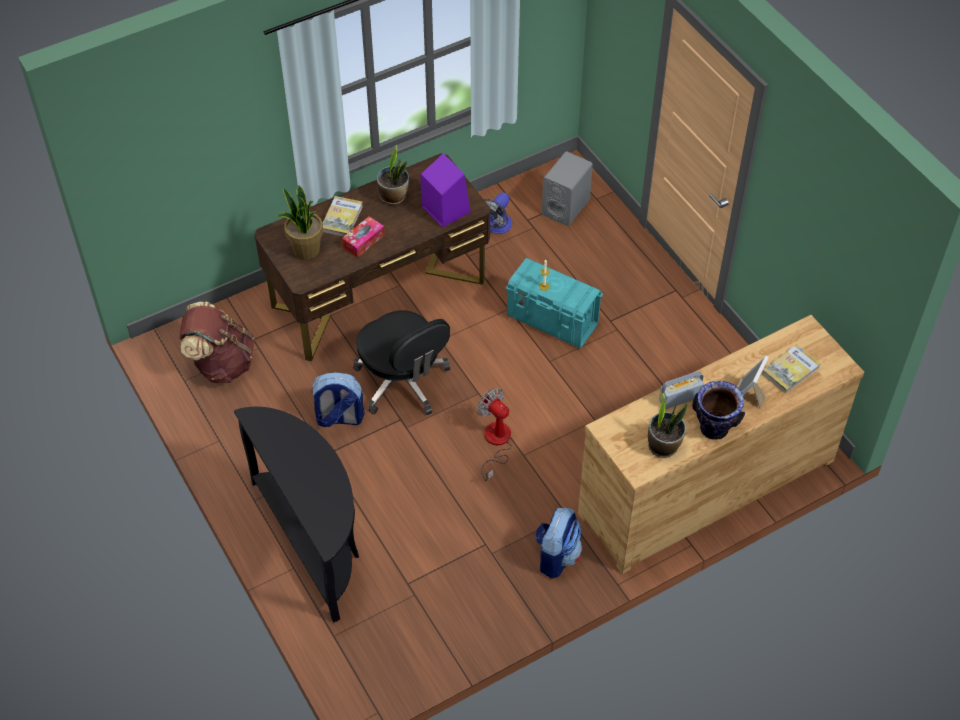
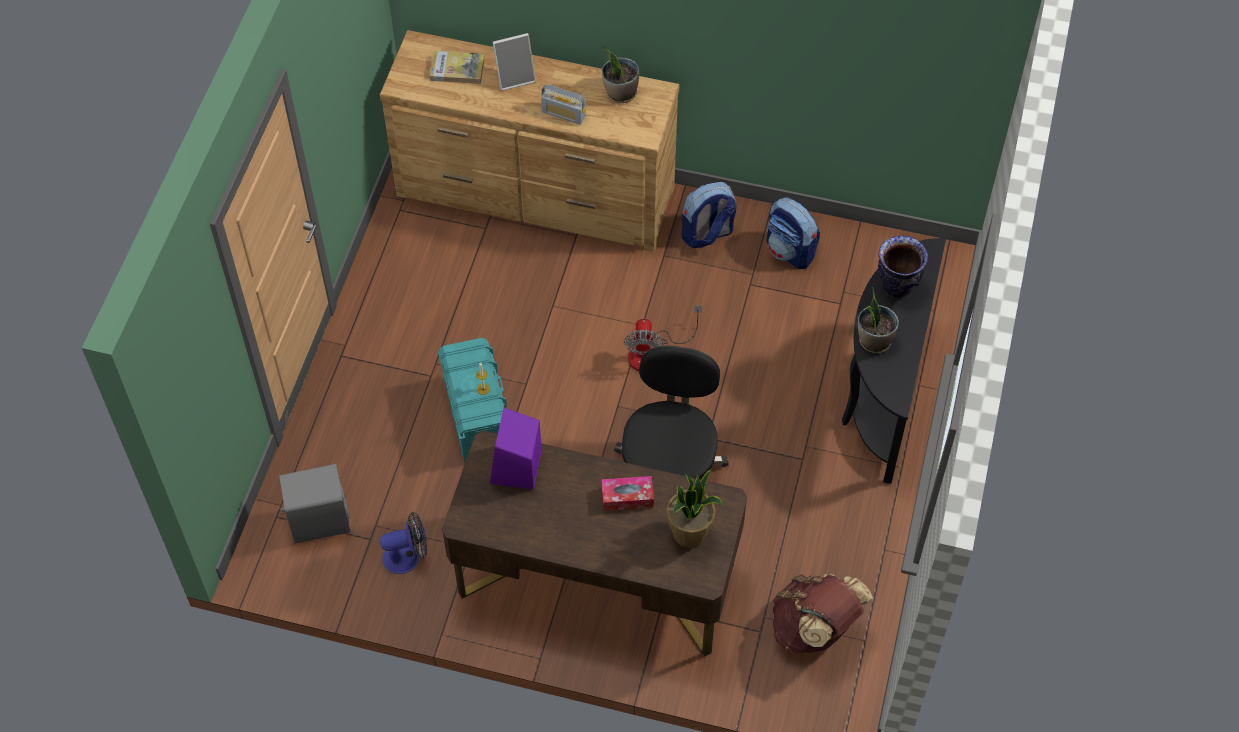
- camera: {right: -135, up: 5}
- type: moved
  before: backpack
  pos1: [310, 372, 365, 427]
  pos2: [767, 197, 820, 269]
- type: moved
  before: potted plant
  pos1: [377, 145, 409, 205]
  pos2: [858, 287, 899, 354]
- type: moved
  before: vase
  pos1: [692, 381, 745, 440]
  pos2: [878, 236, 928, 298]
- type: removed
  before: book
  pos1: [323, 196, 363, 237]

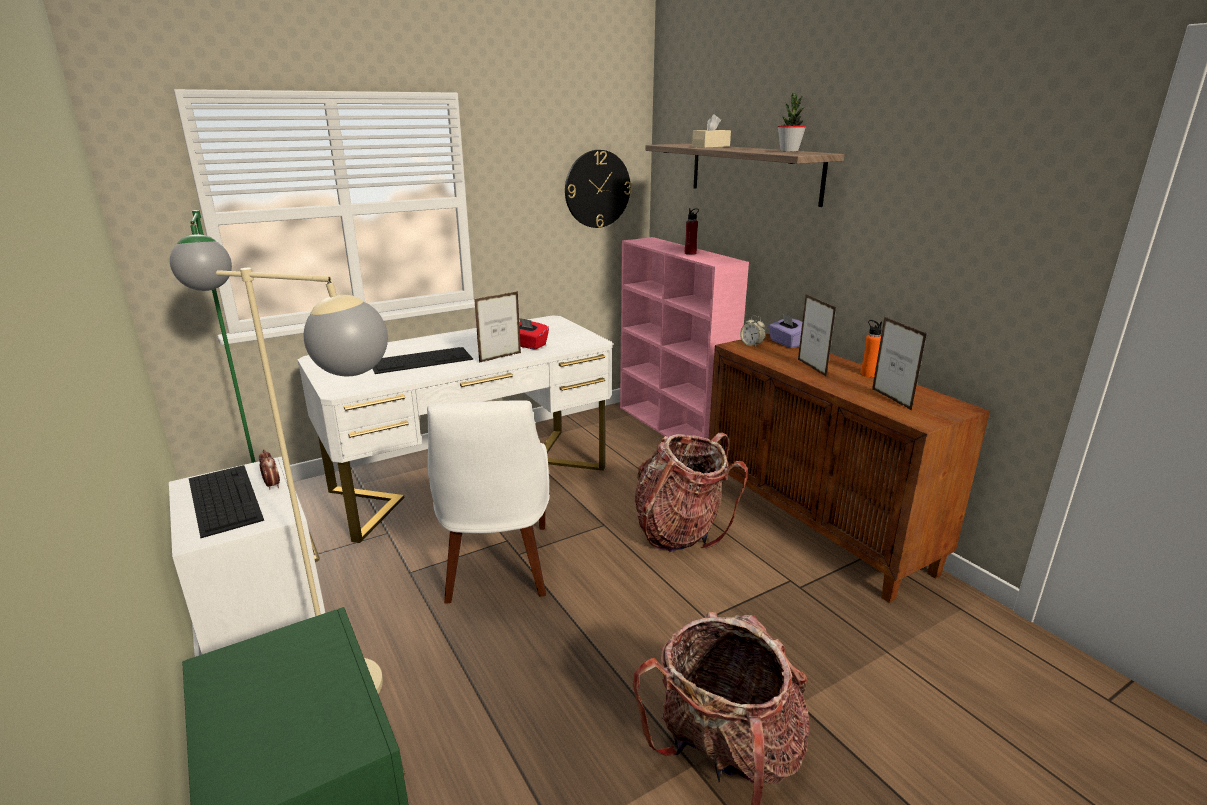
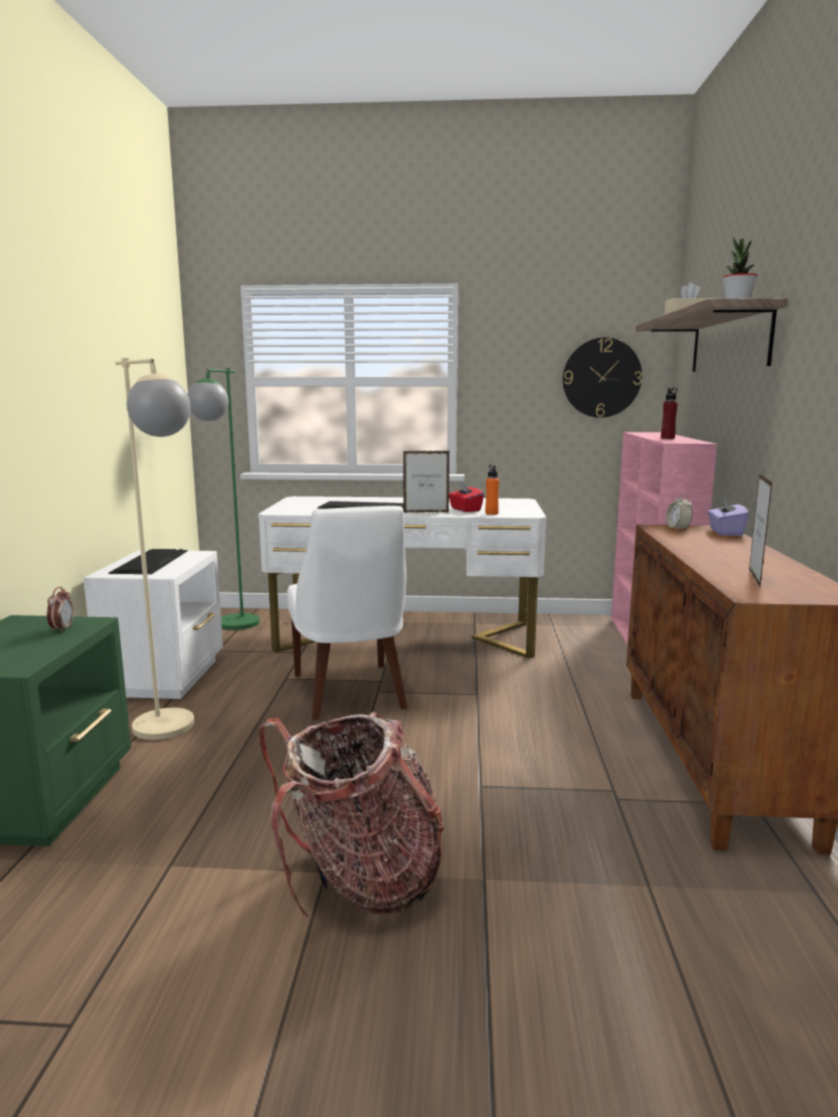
- camera: {right: 35, up: -10}
- type: moved
  before: alarm clock
  pos1: [259, 449, 280, 490]
  pos2: [47, 587, 73, 633]
- type: turned
  before: white chair
  pos1: [427, 400, 550, 603]
  pos2: [287, 506, 407, 720]
  turn: -45
- type: moved
  before: orange bottle
  pos1: [861, 320, 882, 377]
  pos2: [485, 465, 499, 515]
- type: removed
  before: backpack
  pos1: [635, 433, 748, 552]
- type: removed
  before: picture frame
  pos1: [798, 294, 836, 376]

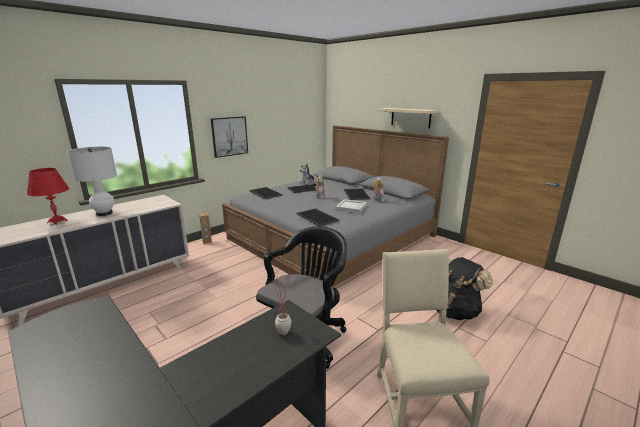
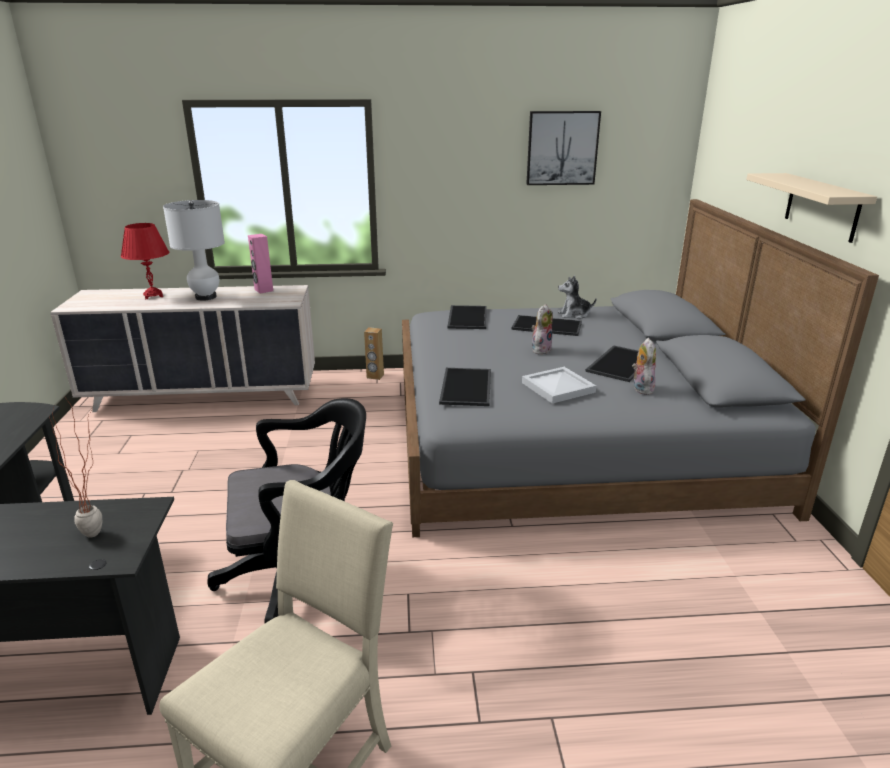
- camera: {right: 40, up: 5}
- type: added
  after: pink speaker
  pos2: [248, 234, 273, 293]
- type: moved
  before: picture
  pos1: [211, 116, 248, 158]
  pos2: [526, 111, 601, 185]
- type: removed
  before: black backpack
  pos1: [436, 257, 493, 320]

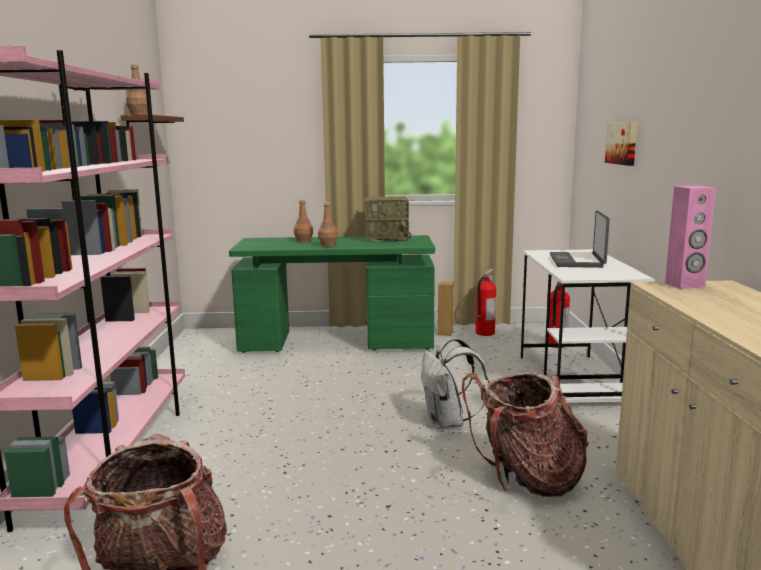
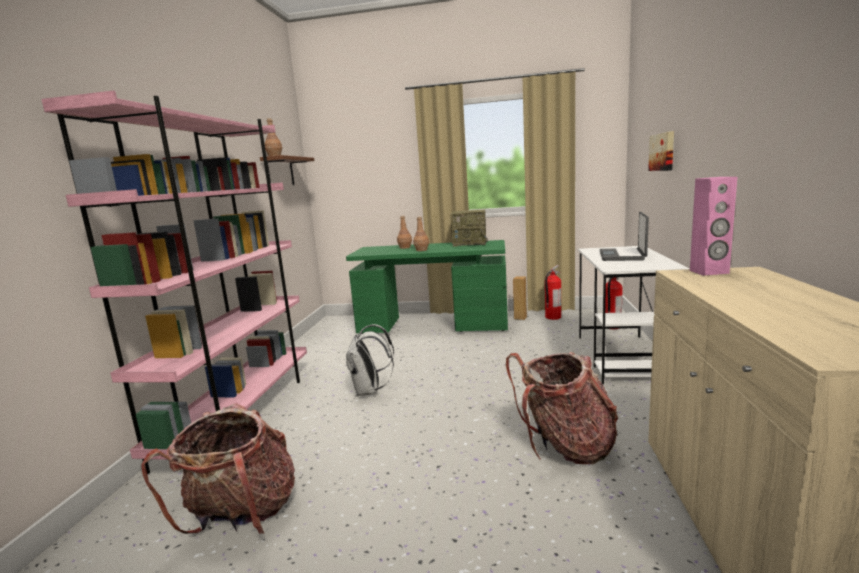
- camera: {right: 10, up: 0}
- type: moved
  before: white backpack
  pos1: [421, 338, 489, 429]
  pos2: [346, 324, 394, 396]

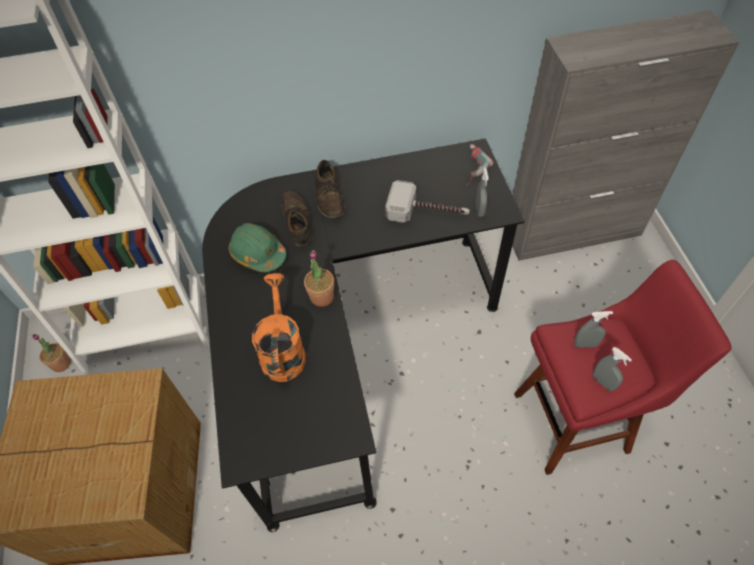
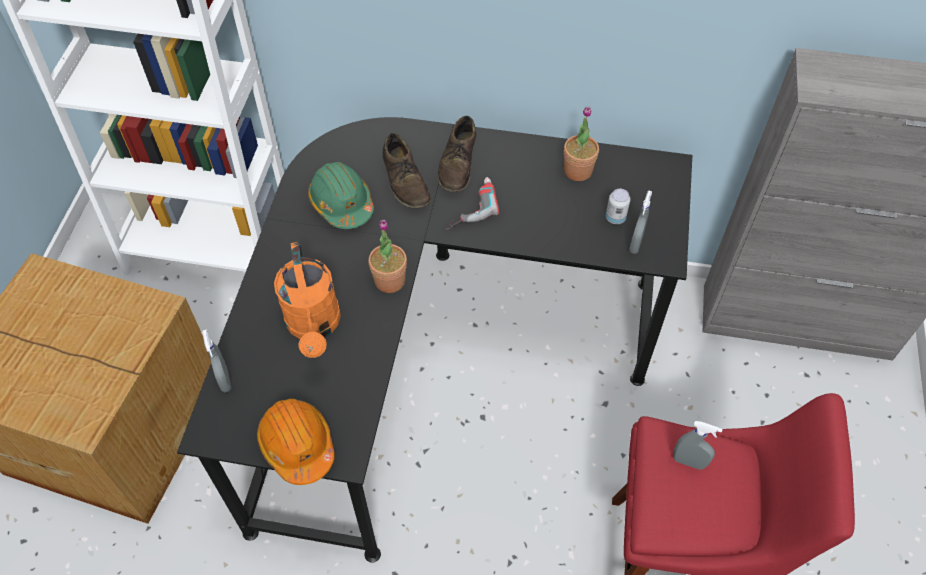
- camera: {right: 20, up: 0}
- type: moved
  before: grey spray bottle
  pos1: [593, 347, 632, 391]
  pos2: [202, 330, 231, 392]
- type: added
  after: orange hard hat
  pos2: [257, 399, 335, 485]
- type: turned
  before: orange watering can
  pos1: [252, 273, 306, 382]
  pos2: [274, 242, 341, 358]
  turn: 150
- type: turned
  before: brown shoe
  pos1: [282, 191, 312, 247]
  pos2: [382, 133, 431, 209]
  turn: 150
- type: moved
  before: power drill
  pos1: [466, 144, 493, 185]
  pos2: [446, 177, 499, 230]
- type: moved
  before: potted plant
  pos1: [32, 334, 71, 372]
  pos2: [564, 106, 599, 181]
- type: added
  after: can
  pos2: [606, 189, 631, 224]
- type: removed
  before: hammer
  pos1: [385, 180, 470, 223]

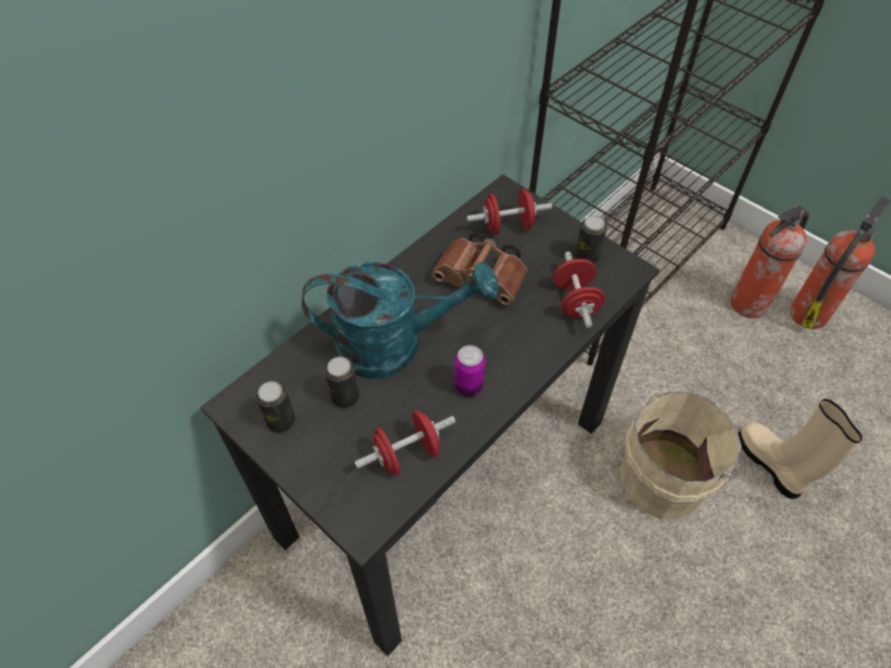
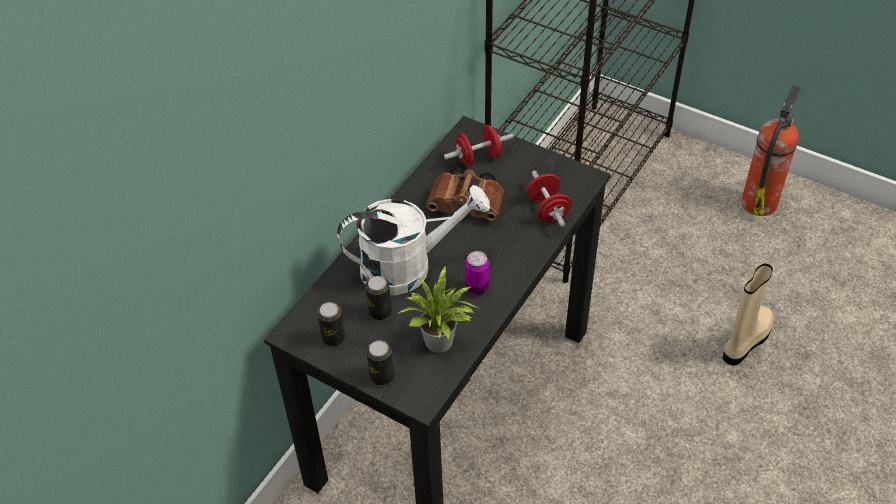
- camera: {right: -10, up: -5}
- type: recoloured
  before: turquoise watering can
  after: white watering can
  pos1: [302, 262, 499, 379]
  pos2: [337, 185, 490, 296]
- type: moved
  before: can
  pos1: [575, 216, 607, 264]
  pos2: [367, 340, 394, 386]
- type: replaced
  before: red dumbbell
  after: potted plant
  pos1: [354, 410, 456, 475]
  pos2: [397, 265, 481, 353]
- type: turned
  before: beige boot
  pos1: [738, 399, 862, 499]
  pos2: [723, 263, 774, 366]
  turn: 75
- type: removed
  before: beige bucket
  pos1: [619, 391, 743, 520]
- type: removed
  before: fire extinguisher
  pos1: [730, 205, 809, 318]

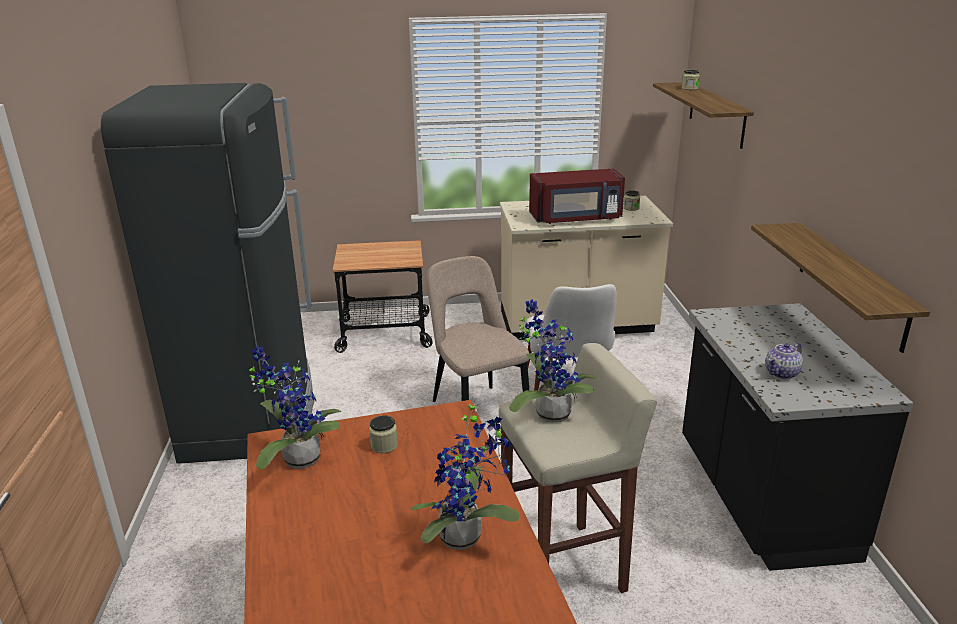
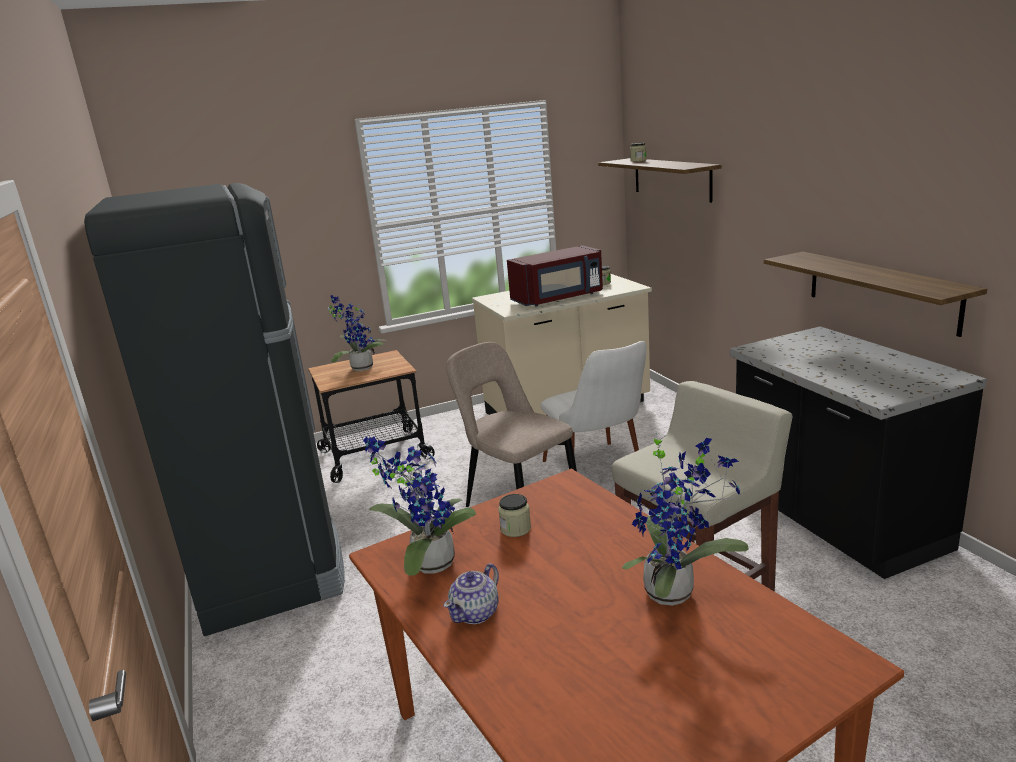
- camera: {right: -15, up: -5}
- type: moved
  before: potted plant
  pos1: [509, 299, 596, 423]
  pos2: [328, 295, 386, 371]
- type: moved
  before: teapot
  pos1: [765, 343, 803, 379]
  pos2: [444, 564, 499, 624]

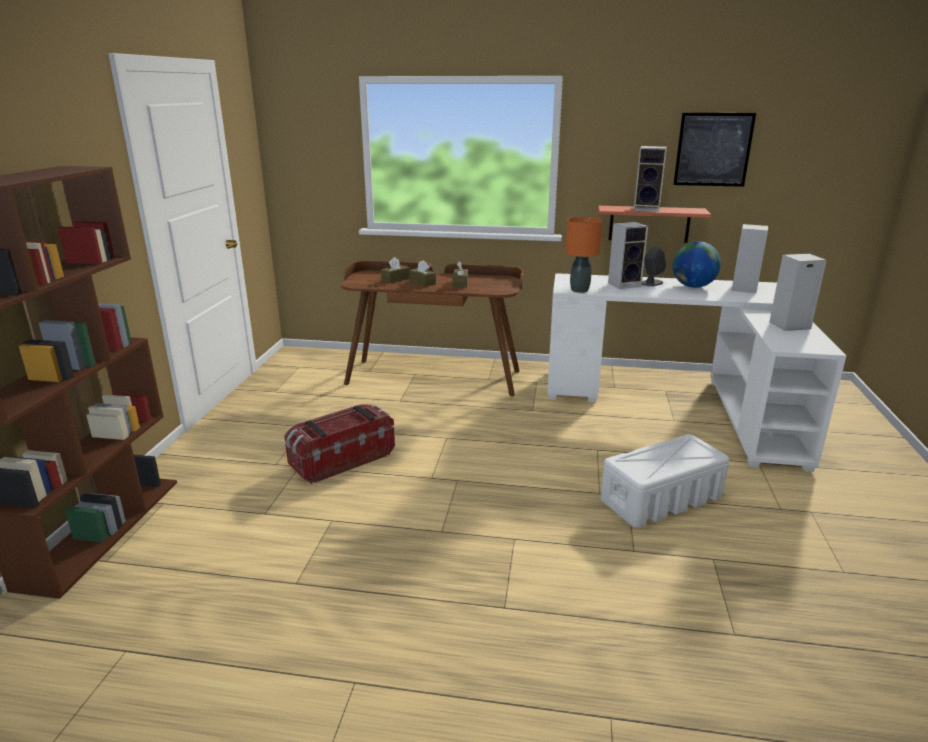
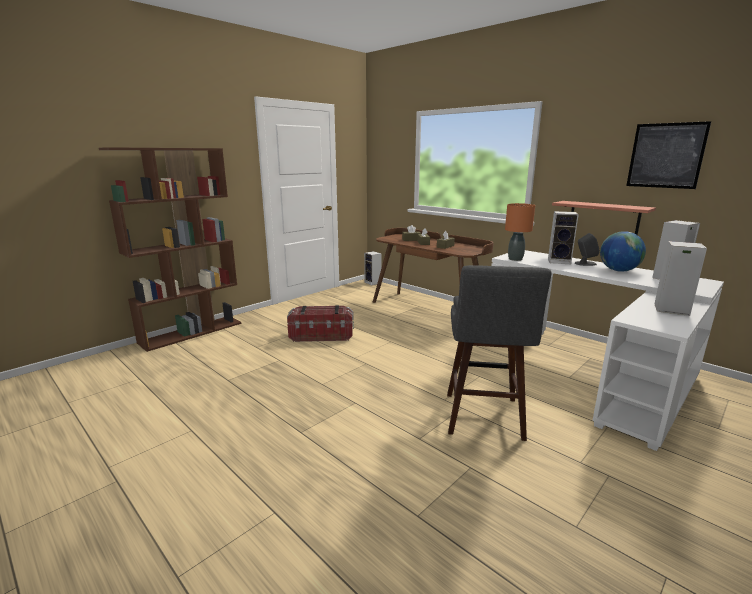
- camera: {right: 35, up: -5}
- type: moved
  before: speaker
  pos1: [634, 146, 667, 212]
  pos2: [364, 251, 381, 285]
- type: replaced
  before: white storage box
  after: grey stool
  pos1: [601, 434, 729, 528]
  pos2: [447, 265, 551, 441]

